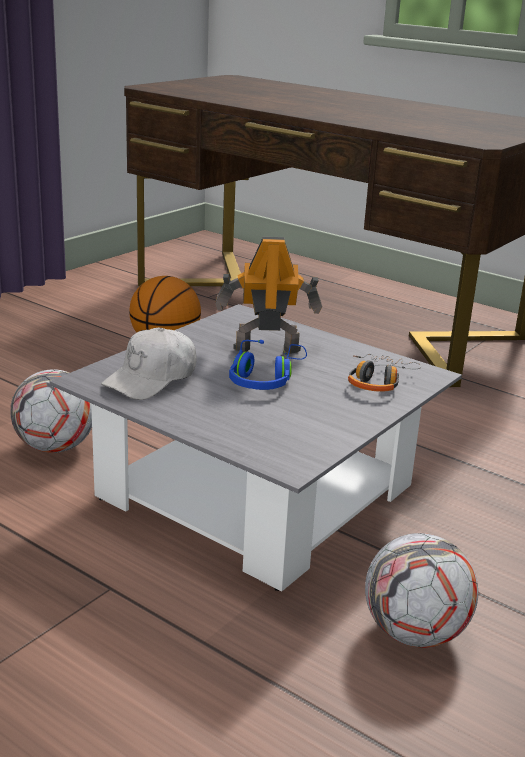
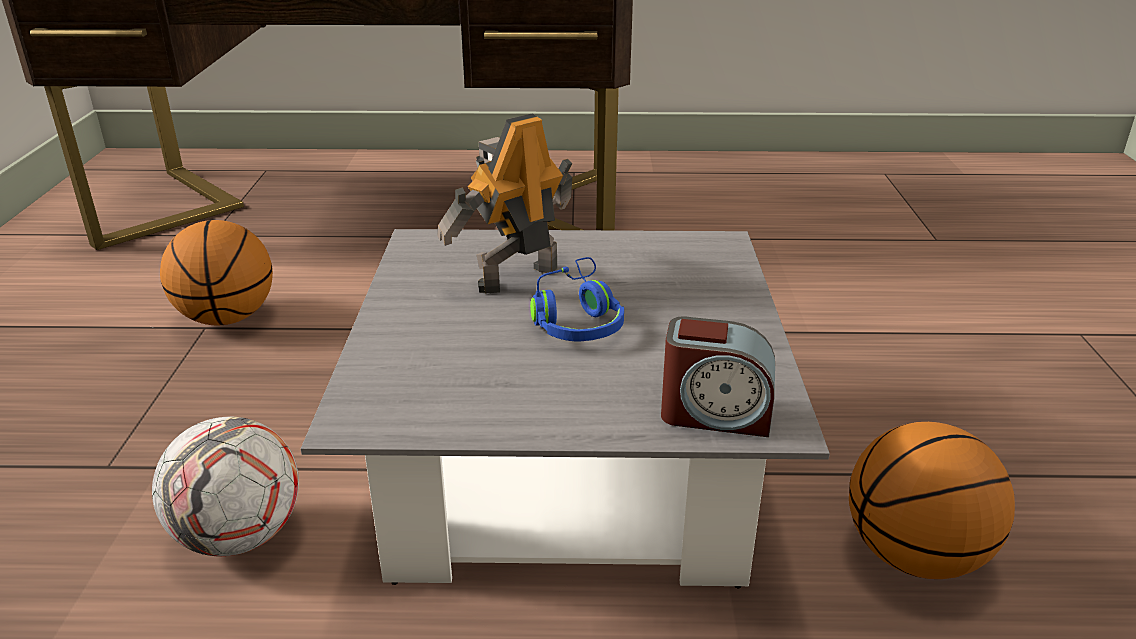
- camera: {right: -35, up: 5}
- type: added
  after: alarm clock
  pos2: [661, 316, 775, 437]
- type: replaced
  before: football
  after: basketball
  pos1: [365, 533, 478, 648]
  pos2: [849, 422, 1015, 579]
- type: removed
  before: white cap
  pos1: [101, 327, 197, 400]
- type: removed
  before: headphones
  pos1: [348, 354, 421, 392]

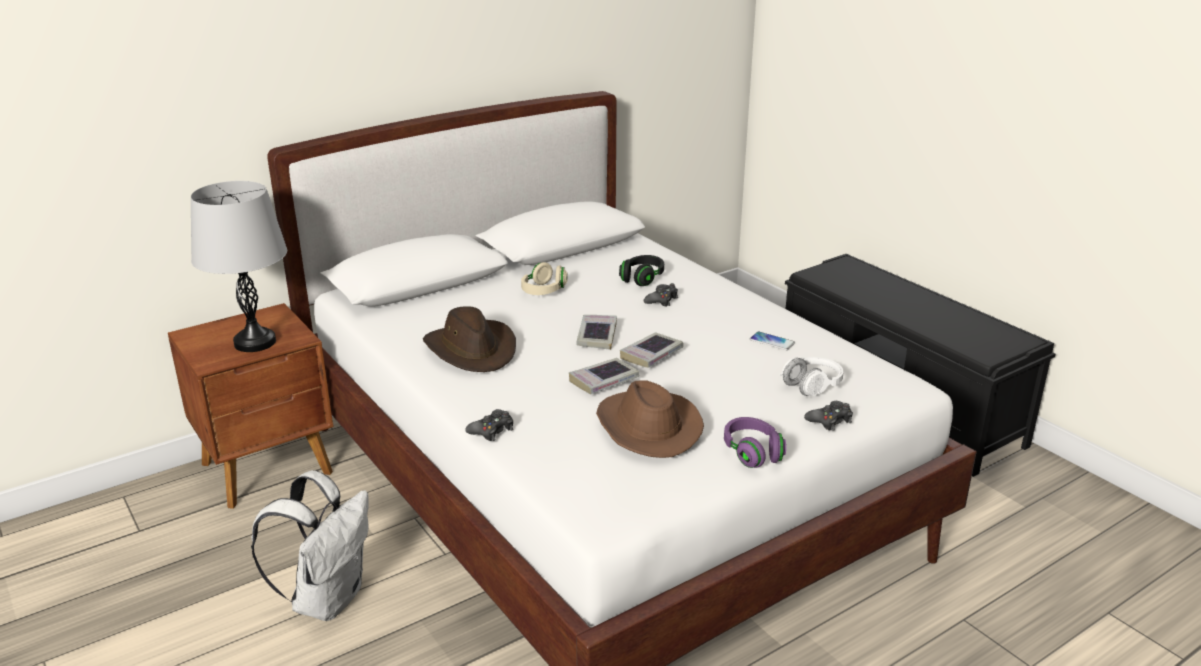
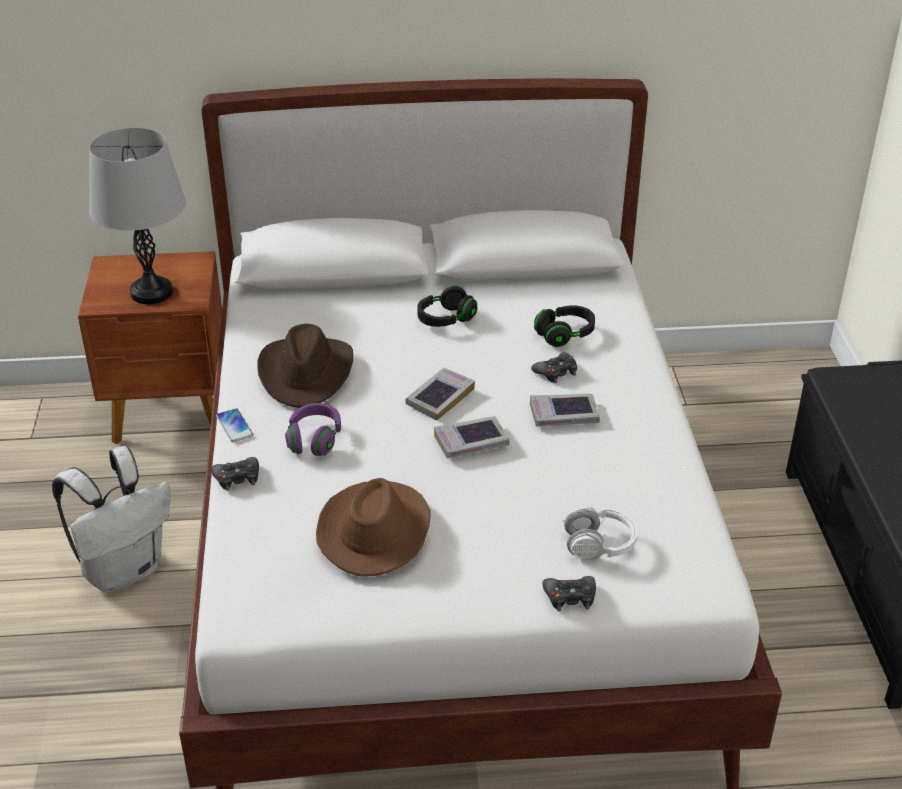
- camera: {right: 30, up: 10}
- type: moved
  before: phone
  pos1: [750, 331, 795, 350]
  pos2: [216, 408, 253, 442]
- type: moved
  before: purple headphones
  pos1: [724, 417, 786, 468]
  pos2: [285, 403, 341, 456]
- type: recoloured
  before: beige headphones
  after: black headphones
  pos1: [521, 262, 568, 295]
  pos2: [417, 285, 477, 327]
- type: moved
  before: book
  pos1: [569, 358, 639, 394]
  pos2: [530, 394, 600, 427]

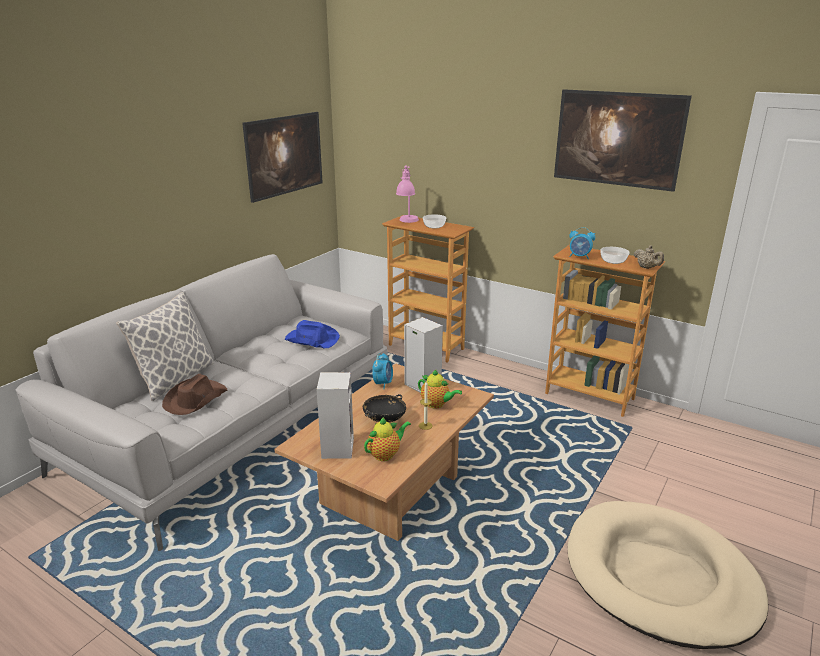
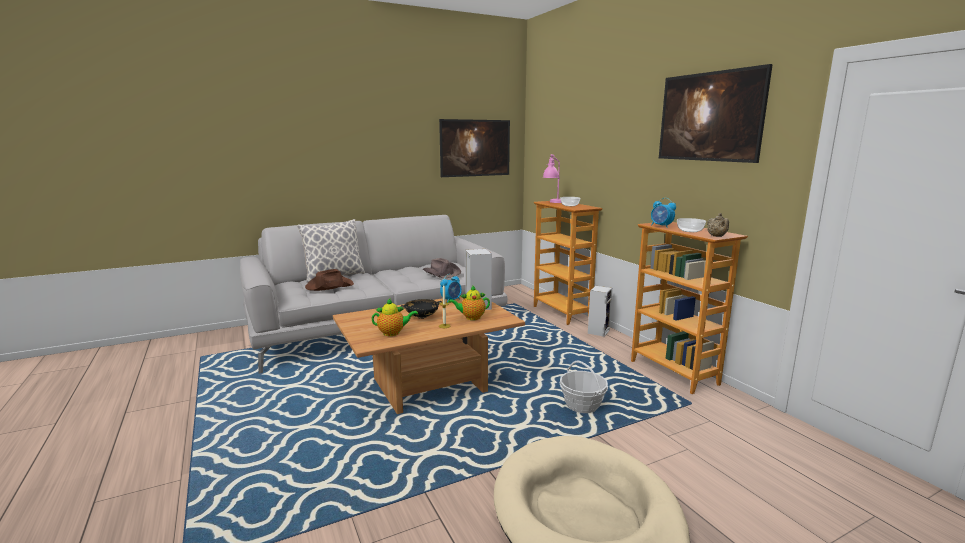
- camera: {right: 30, up: -10}
- type: recoloured
  before: blue hat
  after: brown hat
  pos1: [285, 320, 340, 348]
  pos2: [423, 258, 461, 279]
- type: turned
  before: teapot
  pos1: [418, 370, 462, 409]
  pos2: [448, 285, 490, 320]
  turn: 105
- type: added
  after: basket
  pos2: [559, 361, 608, 413]
- type: moved
  before: speaker
  pos1: [316, 372, 354, 459]
  pos2: [588, 286, 613, 337]

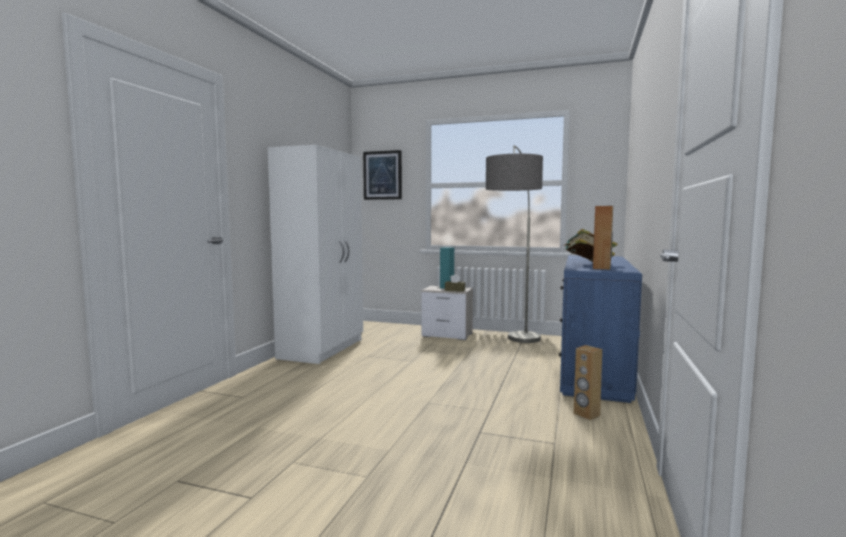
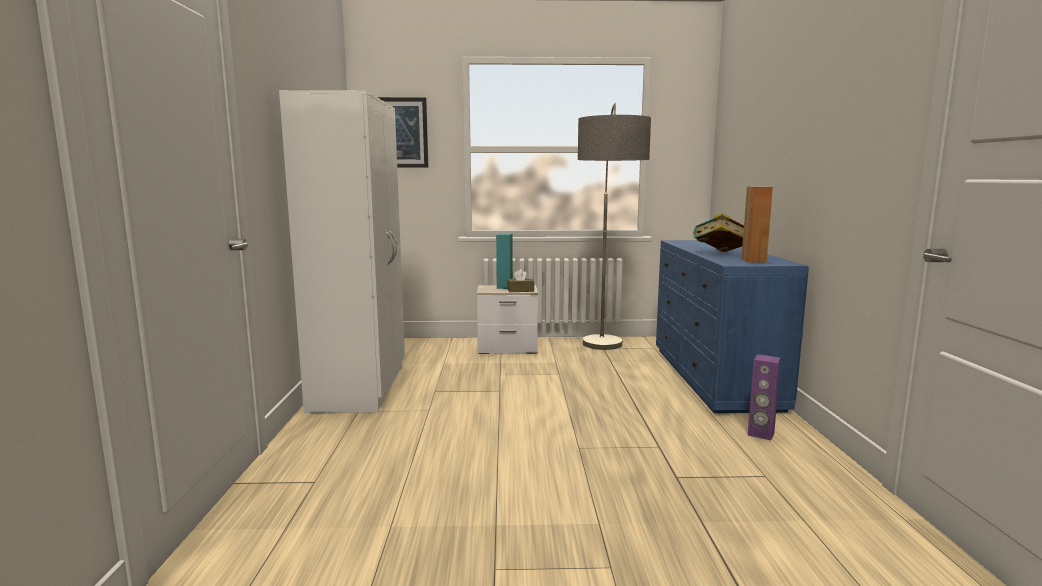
- camera: {right: -20, up: 5}
- type: recoloured
  before: brown speaker
  after: purple speaker
  pos1: [574, 345, 602, 420]
  pos2: [748, 354, 780, 440]

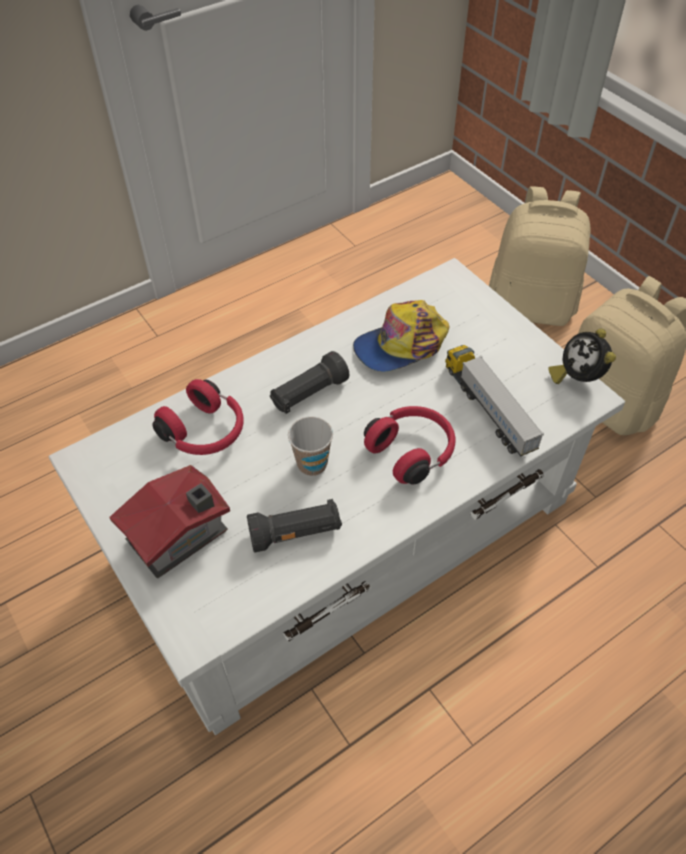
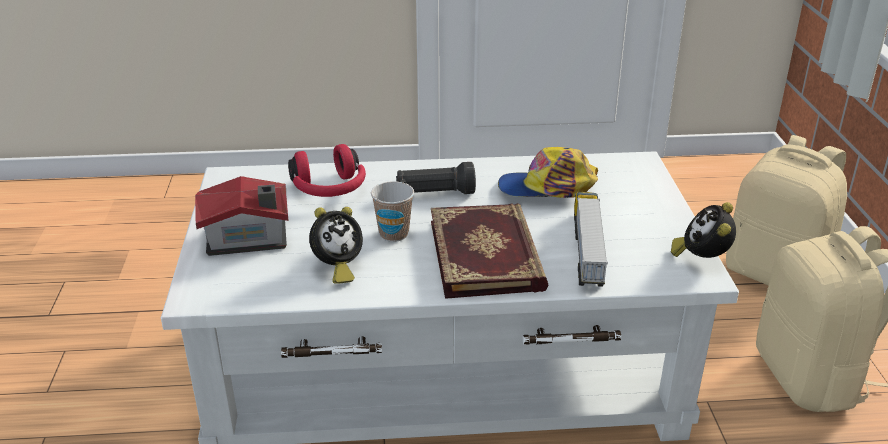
- camera: {right: 30, up: -20}
- type: replaced
  before: black flashlight
  after: alarm clock
  pos1: [247, 499, 342, 553]
  pos2: [309, 207, 363, 284]
- type: replaced
  before: red headphones
  after: book
  pos1: [364, 406, 455, 485]
  pos2: [431, 203, 548, 299]

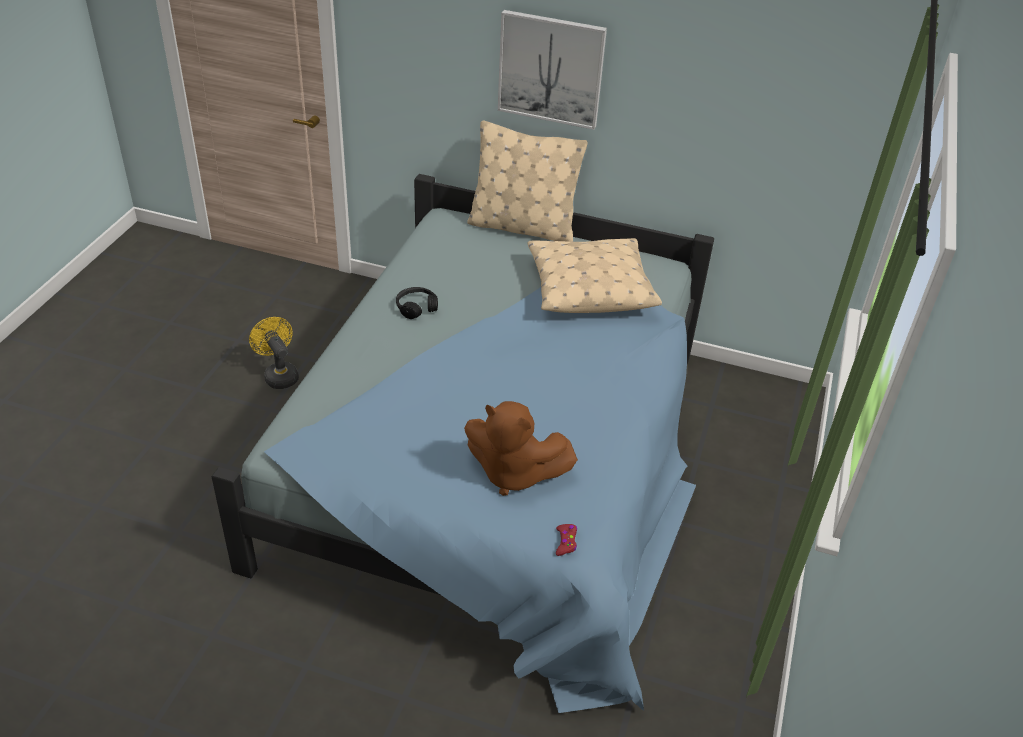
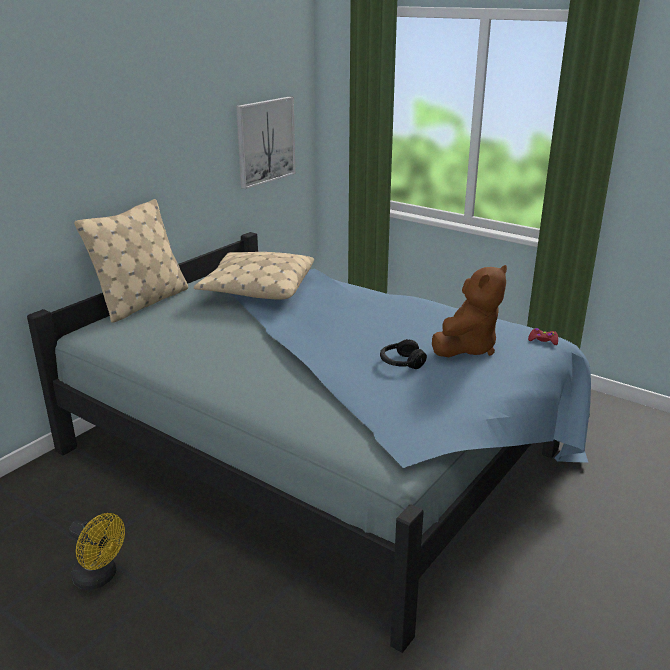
- camera: {right: -70, up: -15}
- type: turned
  before: yellow fan
  pos1: [249, 317, 299, 389]
  pos2: [69, 513, 125, 590]
  turn: -135
- type: moved
  before: picture
  pos1: [498, 10, 607, 130]
  pos2: [236, 97, 296, 189]
- type: moved
  before: black headphones
  pos1: [396, 287, 438, 319]
  pos2: [380, 339, 427, 369]

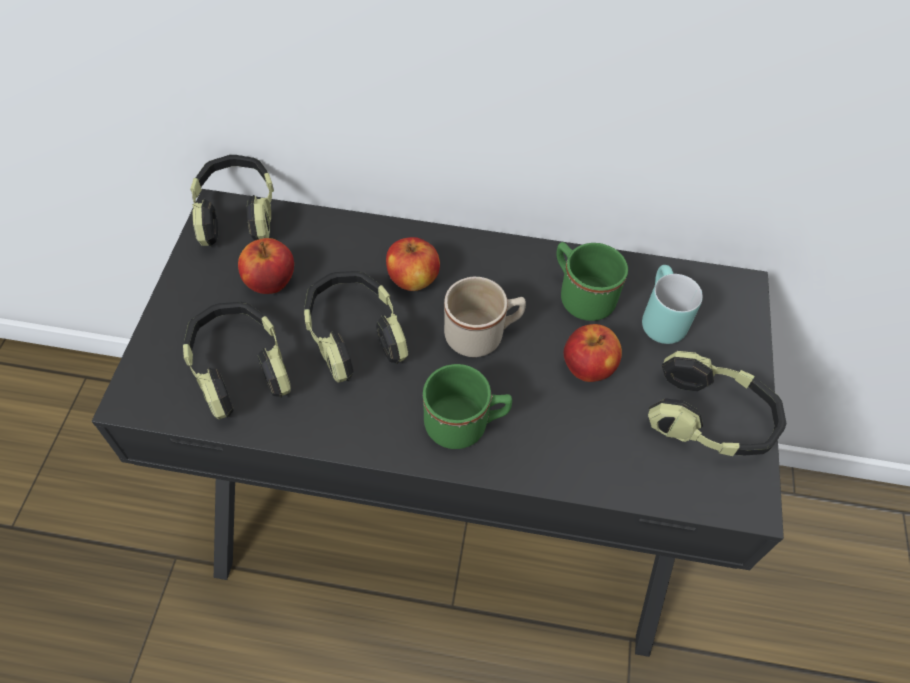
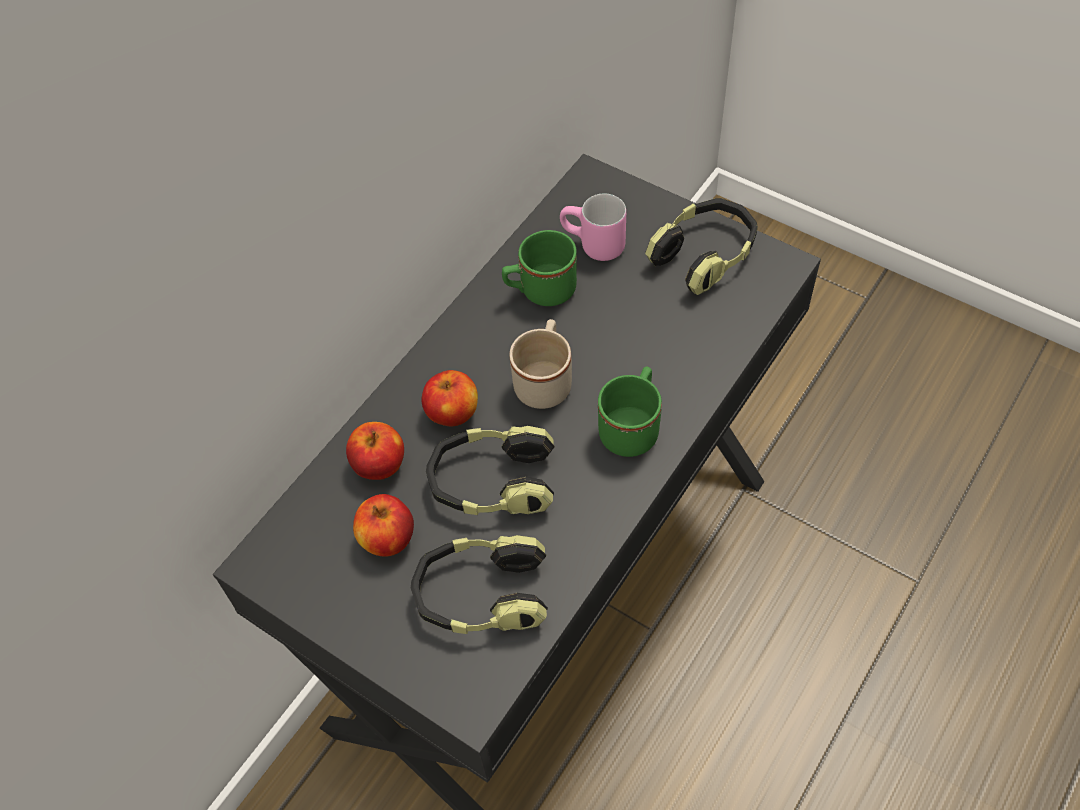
- camera: {right: -60, up: 0}
- type: moved
  before: apple
  pos1: [564, 324, 622, 382]
  pos2: [346, 422, 404, 480]
- type: recoloured
  before: turquoise mug
  after: pink mug
  pos1: [642, 265, 703, 344]
  pos2: [560, 193, 626, 261]
- type: removed
  before: headphones
  pos1: [190, 155, 274, 246]

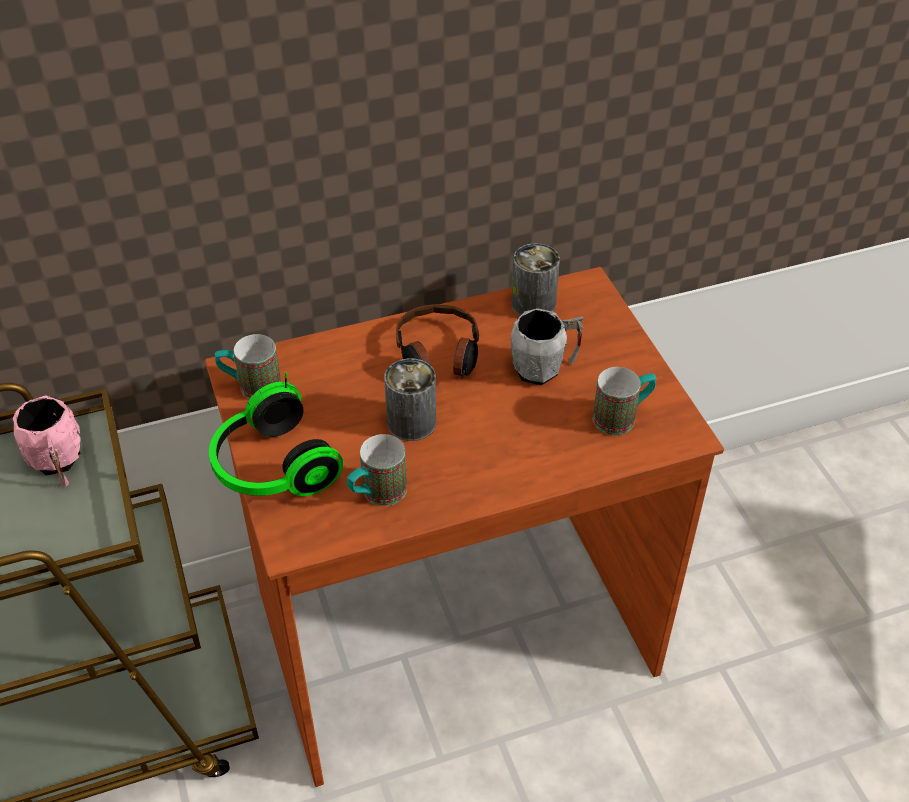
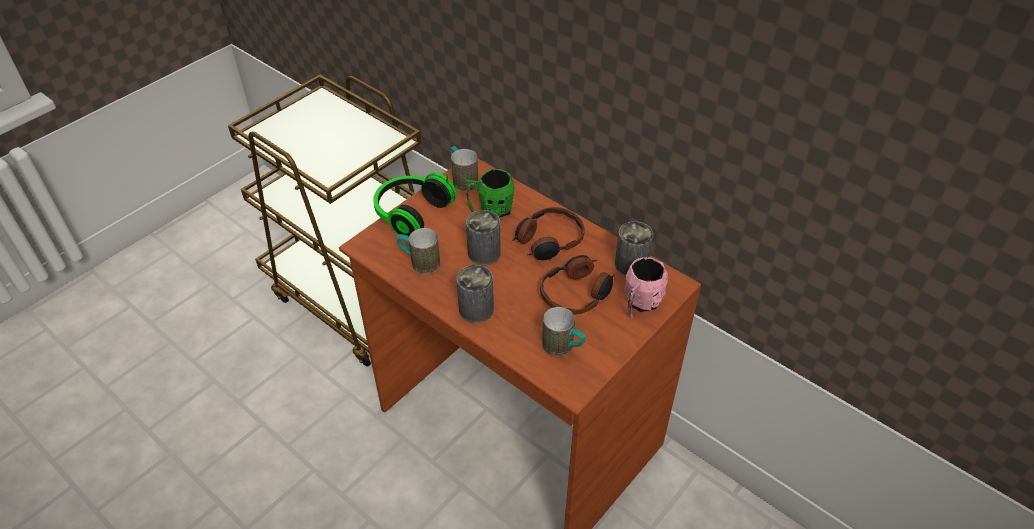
- camera: {right: 60, up: 0}
- type: added
  after: can
  pos2: [457, 265, 494, 323]
- type: added
  after: green mug
  pos2: [465, 169, 515, 218]
- type: replaced
  before: grey mug
  after: headphones
  pos1: [511, 308, 584, 386]
  pos2: [540, 255, 615, 315]
- type: moved
  before: pink mug
  pos1: [13, 395, 80, 486]
  pos2: [624, 257, 668, 319]

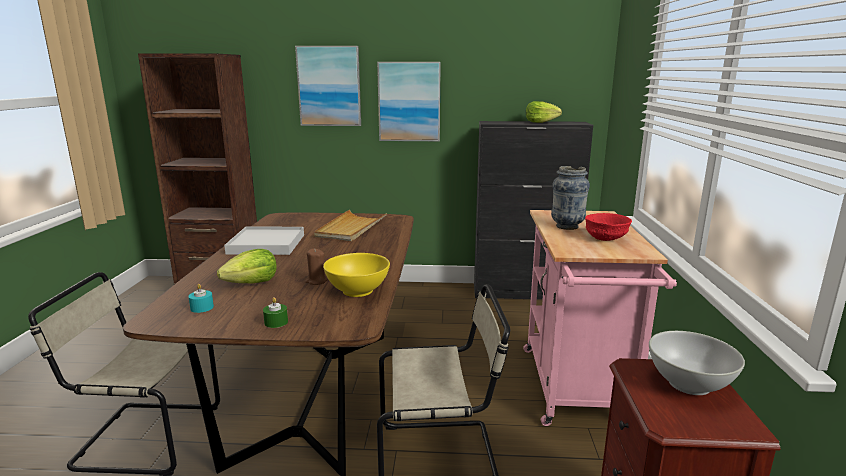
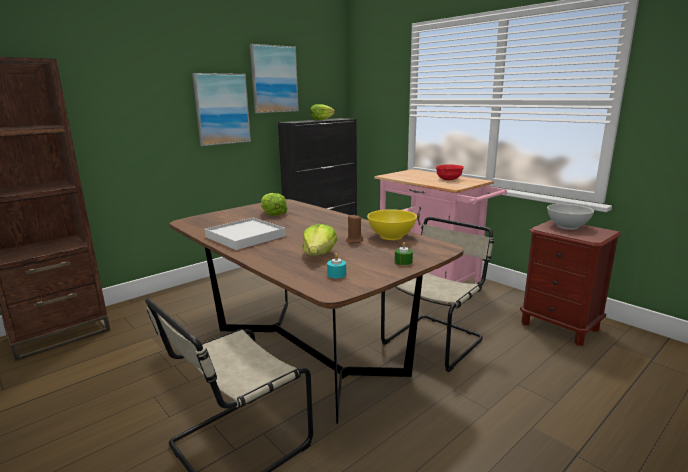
- camera: {right: -45, up: 0}
- type: moved
  before: picture
  pos1: [295, 46, 361, 126]
  pos2: [250, 44, 299, 113]
- type: replaced
  before: beige tray
  after: lettuce
  pos1: [314, 210, 387, 241]
  pos2: [261, 193, 288, 216]
- type: removed
  before: vase
  pos1: [551, 166, 590, 230]

